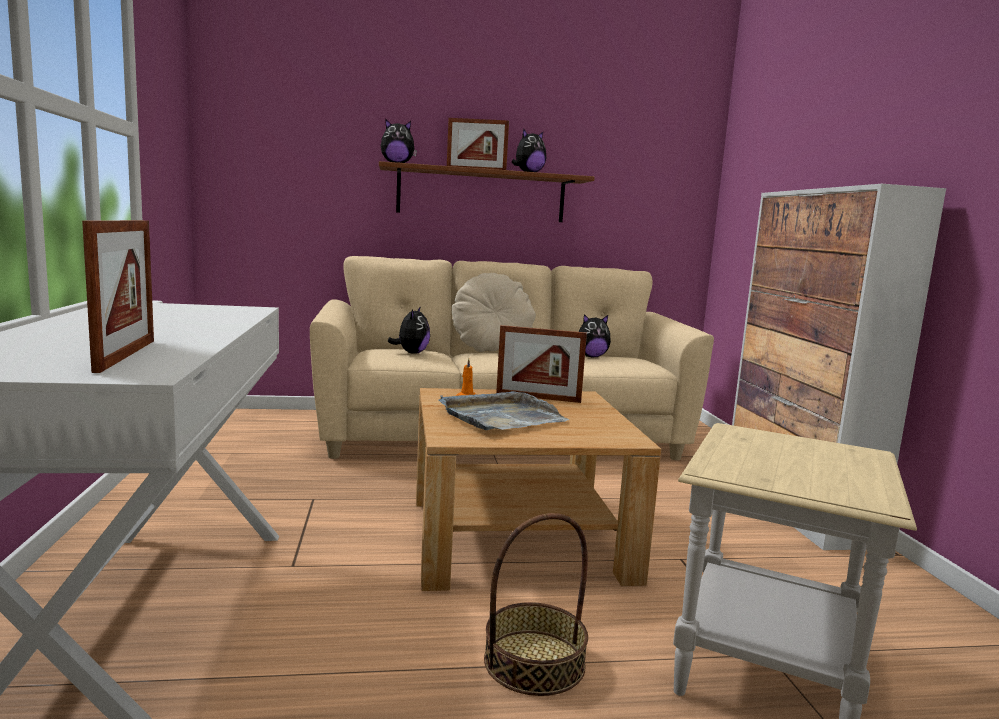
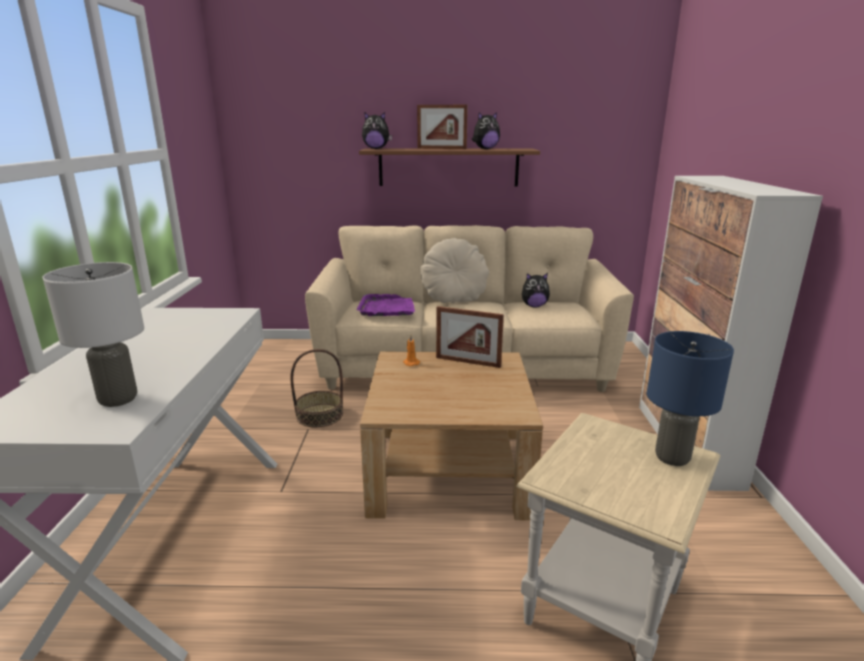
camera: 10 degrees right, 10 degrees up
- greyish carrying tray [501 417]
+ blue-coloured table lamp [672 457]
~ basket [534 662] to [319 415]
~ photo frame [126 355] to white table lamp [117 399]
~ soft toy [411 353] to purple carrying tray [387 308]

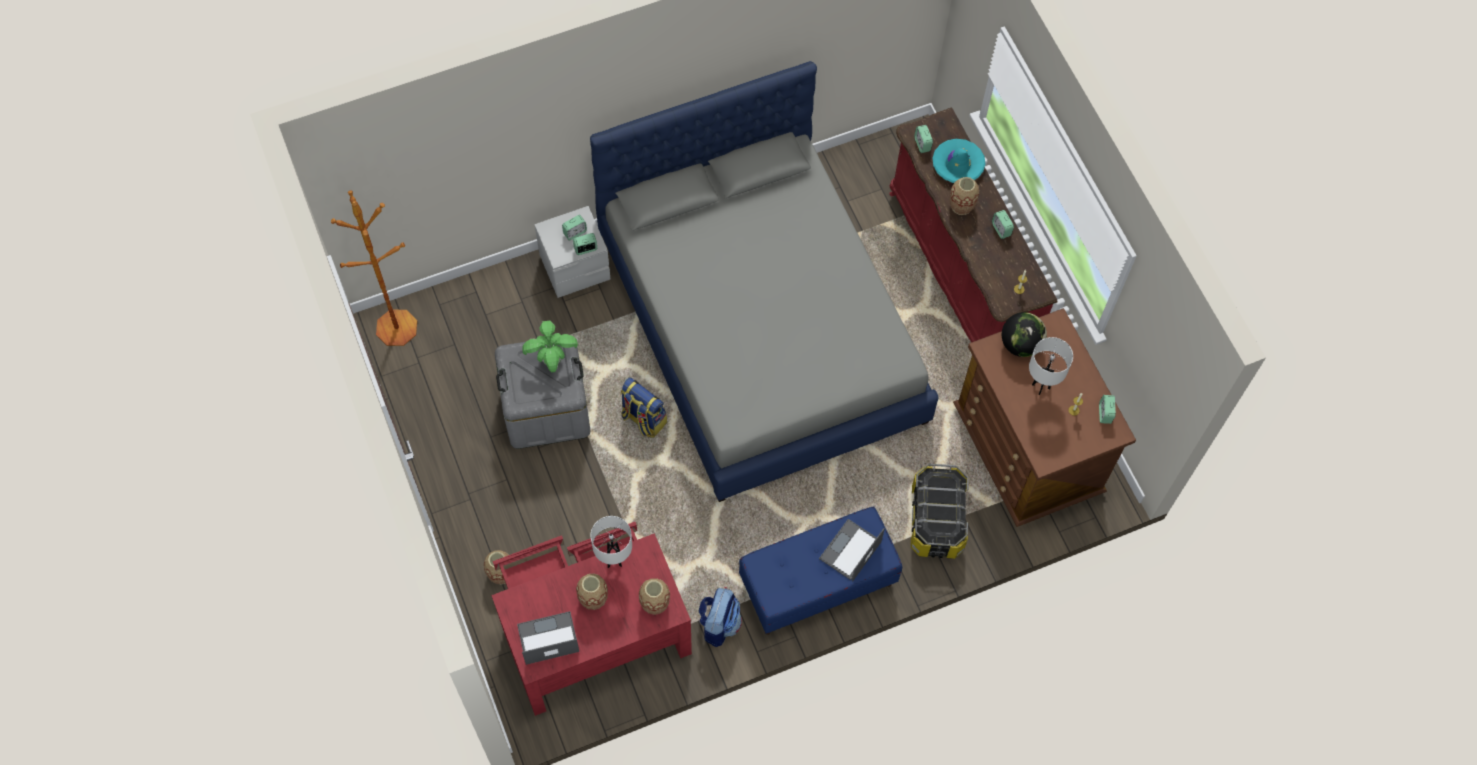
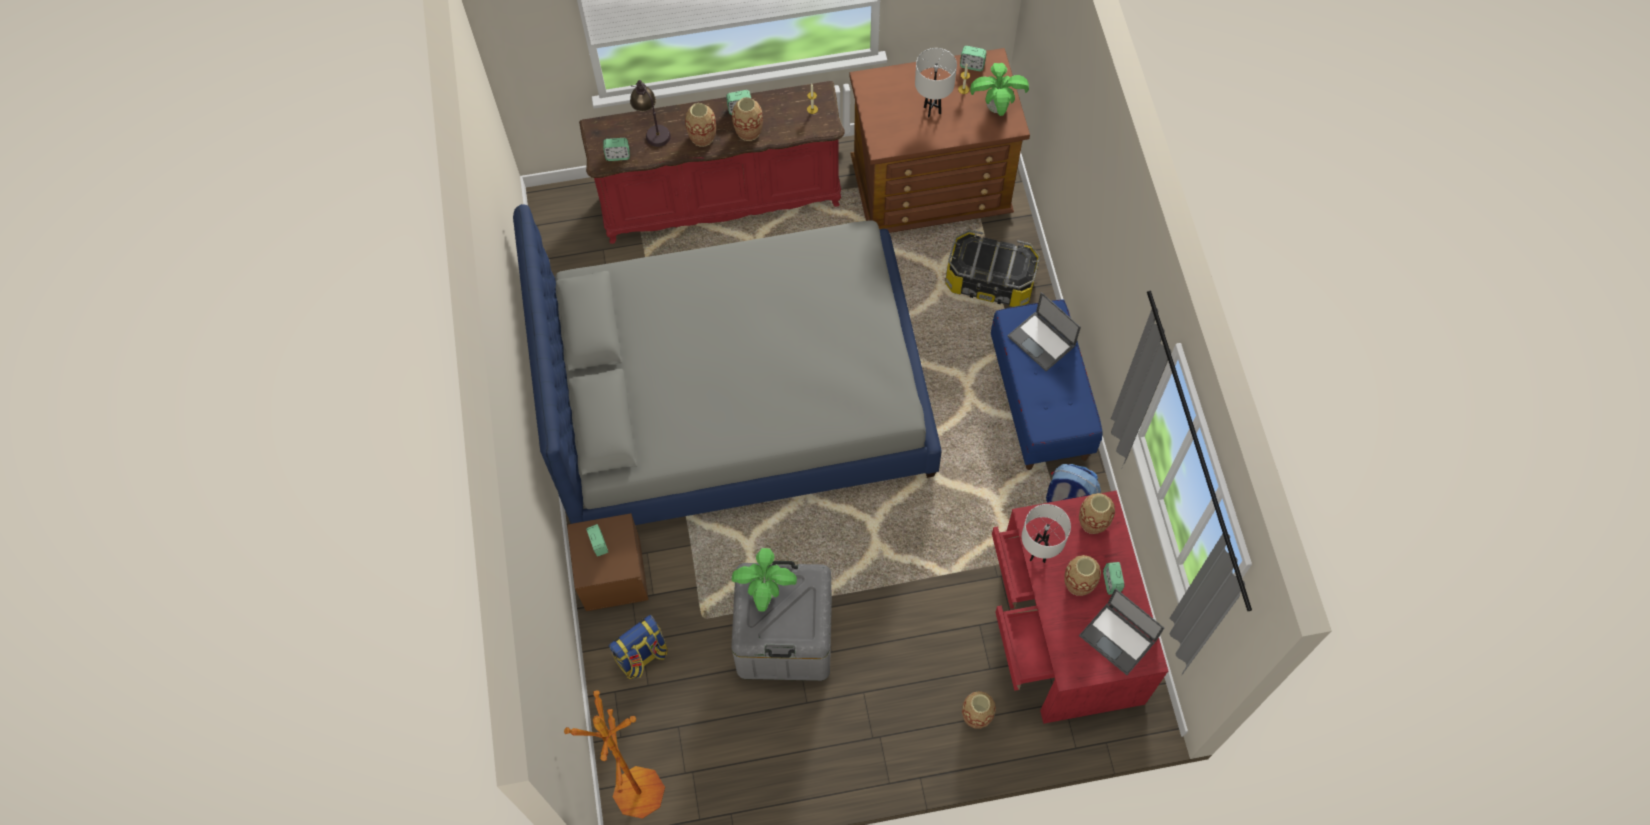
camera: 75 degrees left, 0 degrees up
- desk globe [1020 344]
+ decorative vase [748 131]
+ houseplant [996 107]
~ alarm clock [585 249] to [1111 582]
~ rucksack [643 419] to [642 656]
~ turquoise-coloured hat [957 165] to table lamp [652 129]
~ white night table [574 267] to brownish night table [612 576]
~ notebook computer [547 638] = [1118 638] 45 degrees counterclockwise

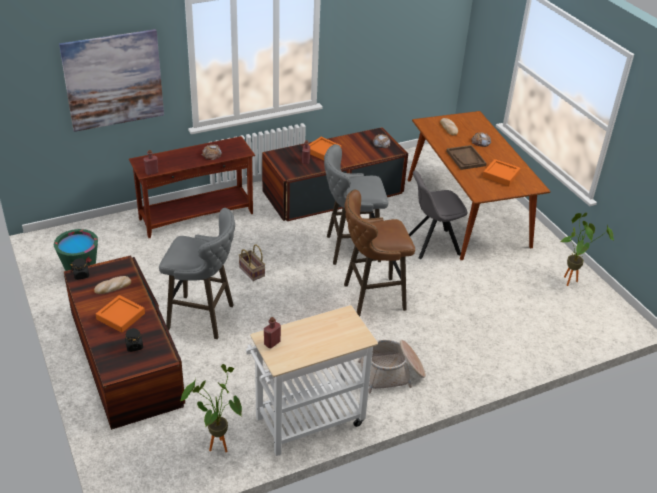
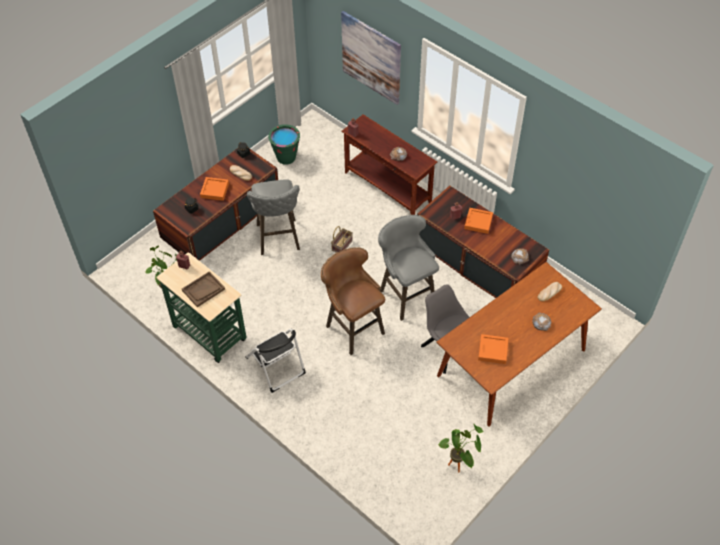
camera: 70 degrees right, 15 degrees up
~ brownish carrying tray [466 158] to [203 290]
~ basket [392 373] to step ladder [276 367]
~ white cart [308 422] to greenish cart [208 333]

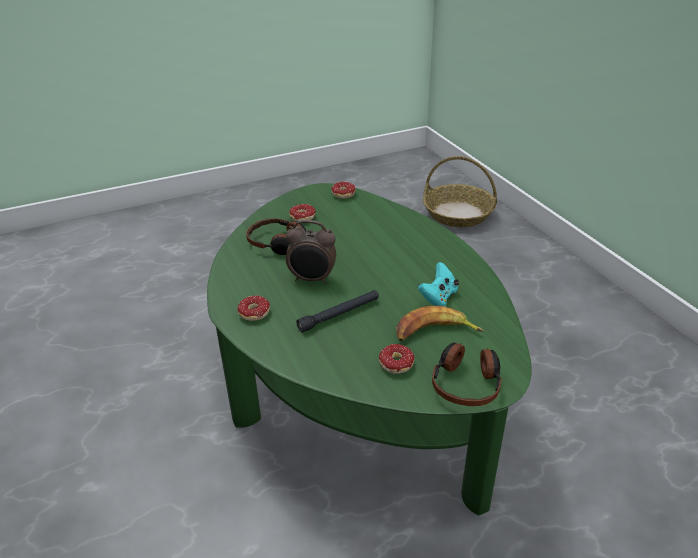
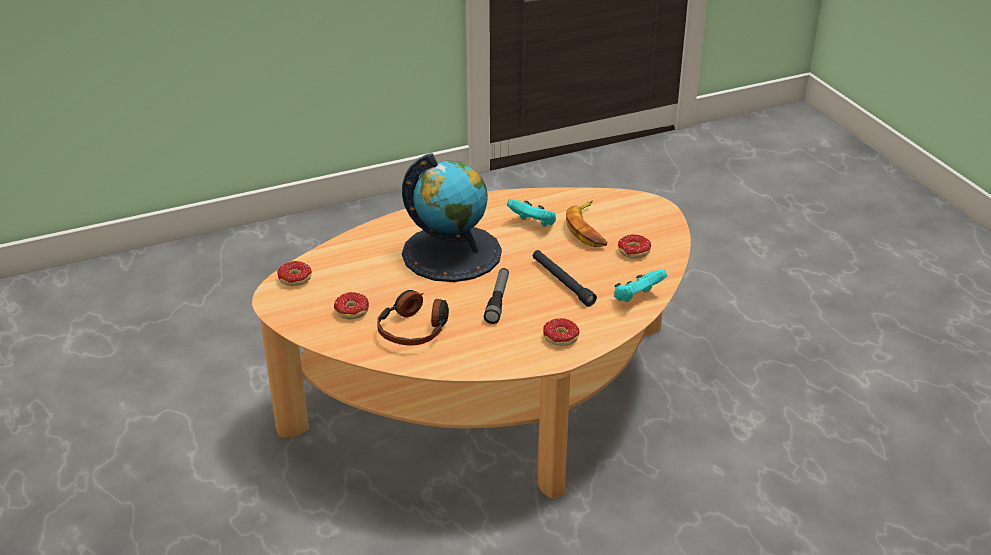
camera: 90 degrees left, 0 degrees up
- basket [458 214]
- headphones [466 382]
+ desk globe [452 252]
+ turquoise-coloured gamepad [637 298]
~ alarm clock [312 279] to torch [498 300]
~ greenish coffee table [357 382] to sand-coloured coffee table [492 397]

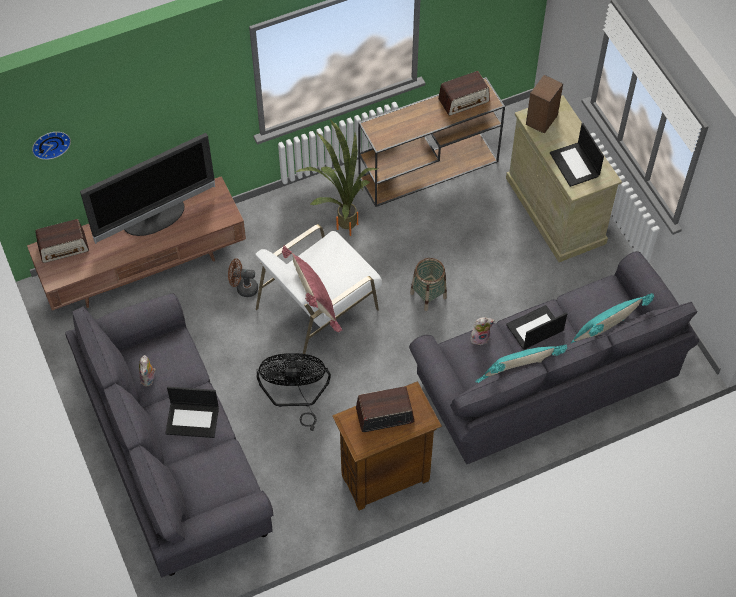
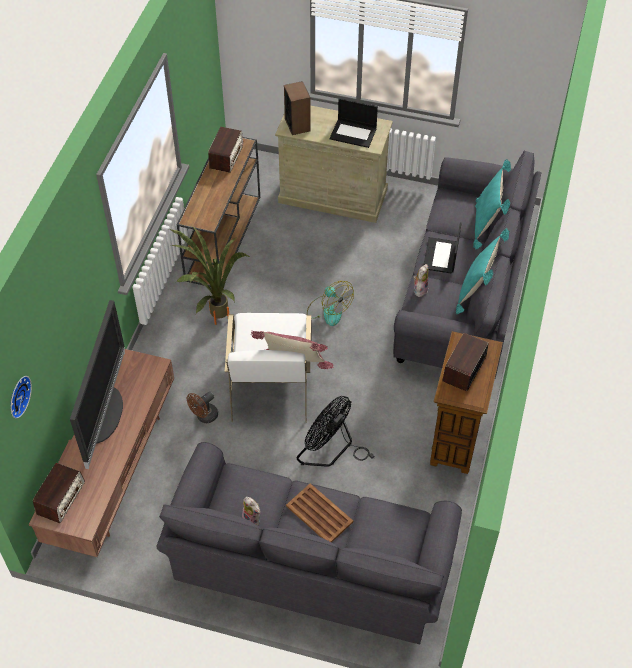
camera: 50 degrees left, 5 degrees down
~ notebook computer [193 419] to brownish carrying tray [319 513]
~ basket [428 295] to electric fan [328 310]

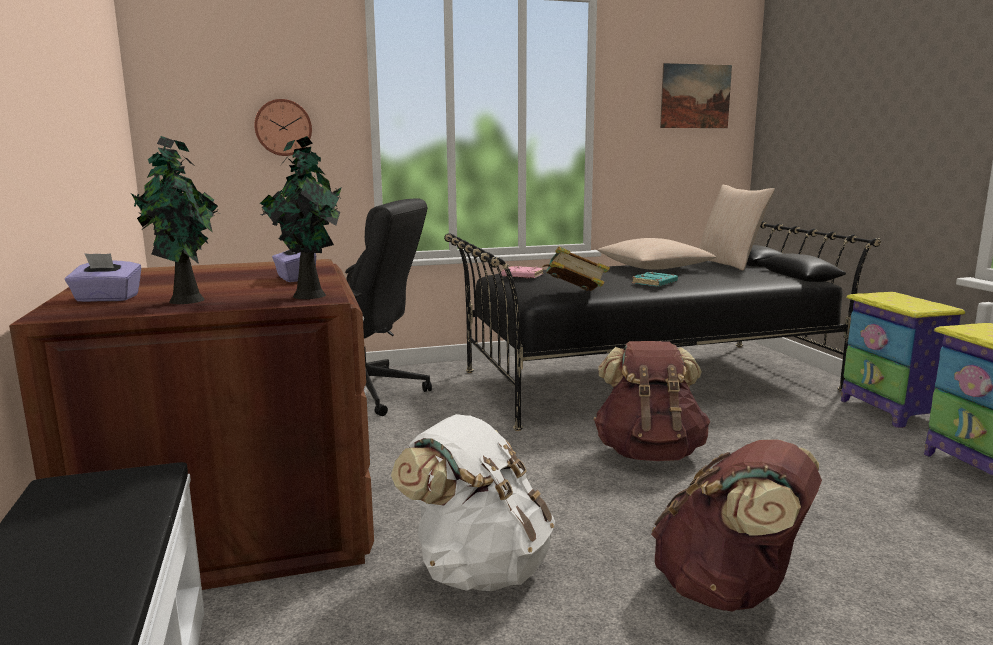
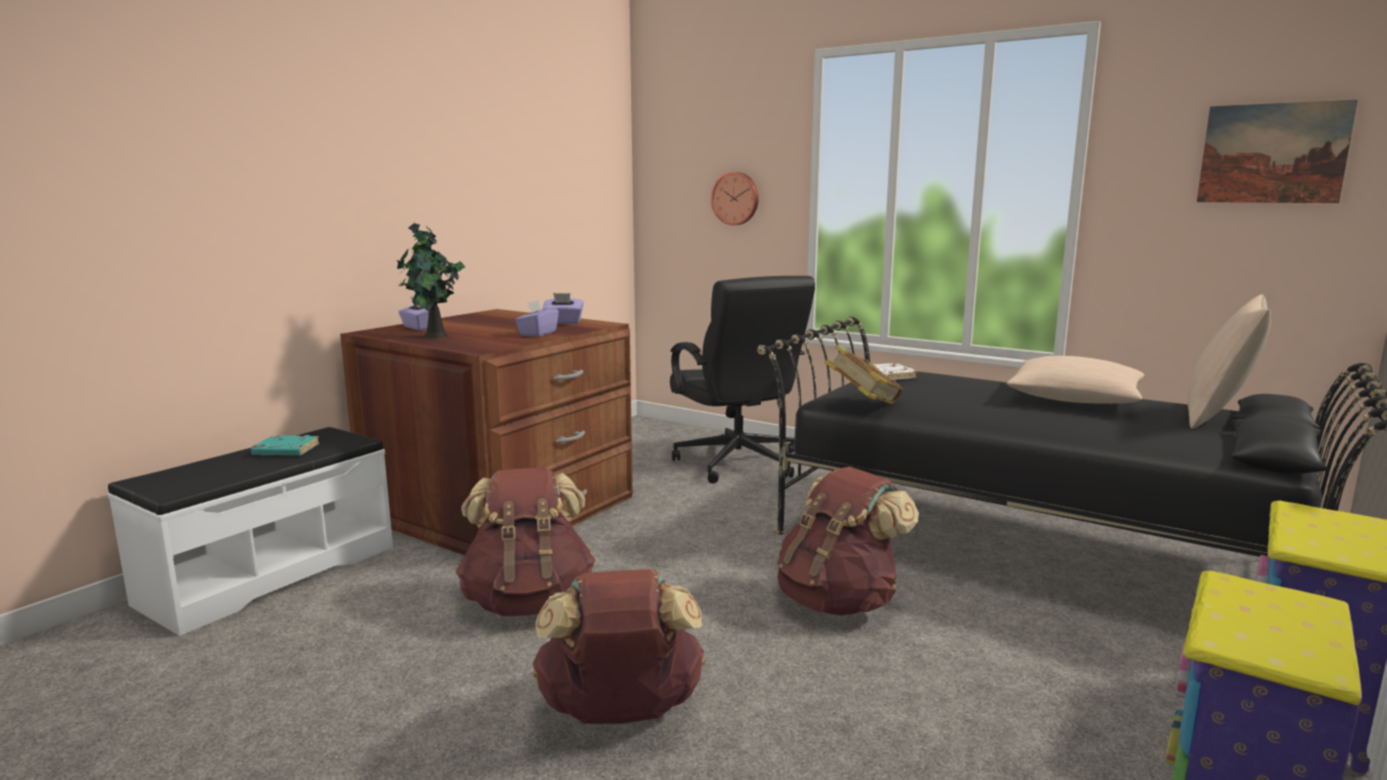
camera: 50 degrees right, 0 degrees up
- houseplant [308 295]
+ purple tissue box [563 322]
~ turquoise-coloured bound book [655 283] to [285 451]
~ white rucksack [478 569] to brownish rucksack [529 602]
~ pinkish bound book [522 276] to white bound book [890 375]

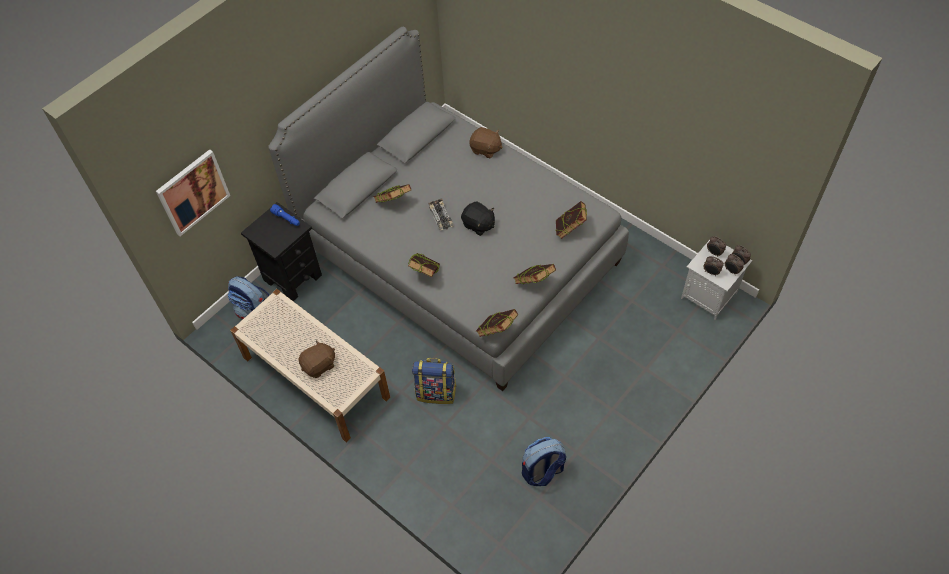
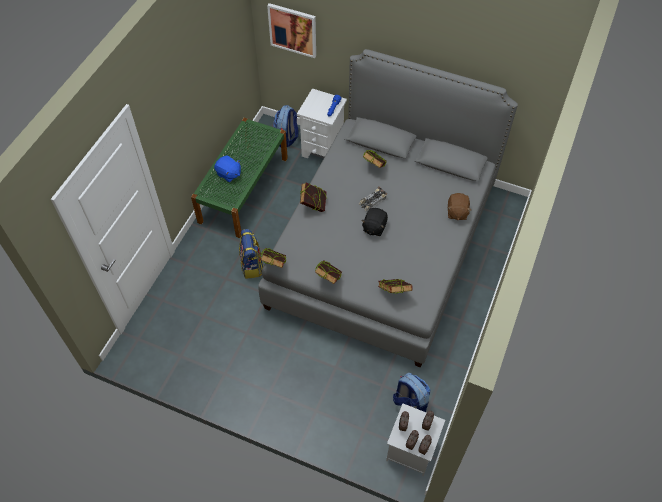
camera: 70 degrees right, 0 degrees up
~ rucksack [542 472] to [410 403]
~ sand-coloured bench [315 378] to greenish bench [243 189]
~ black night table [294 277] to white night table [322 150]
~ brownish soft toy [319 365] to blue-coloured soft toy [228 174]

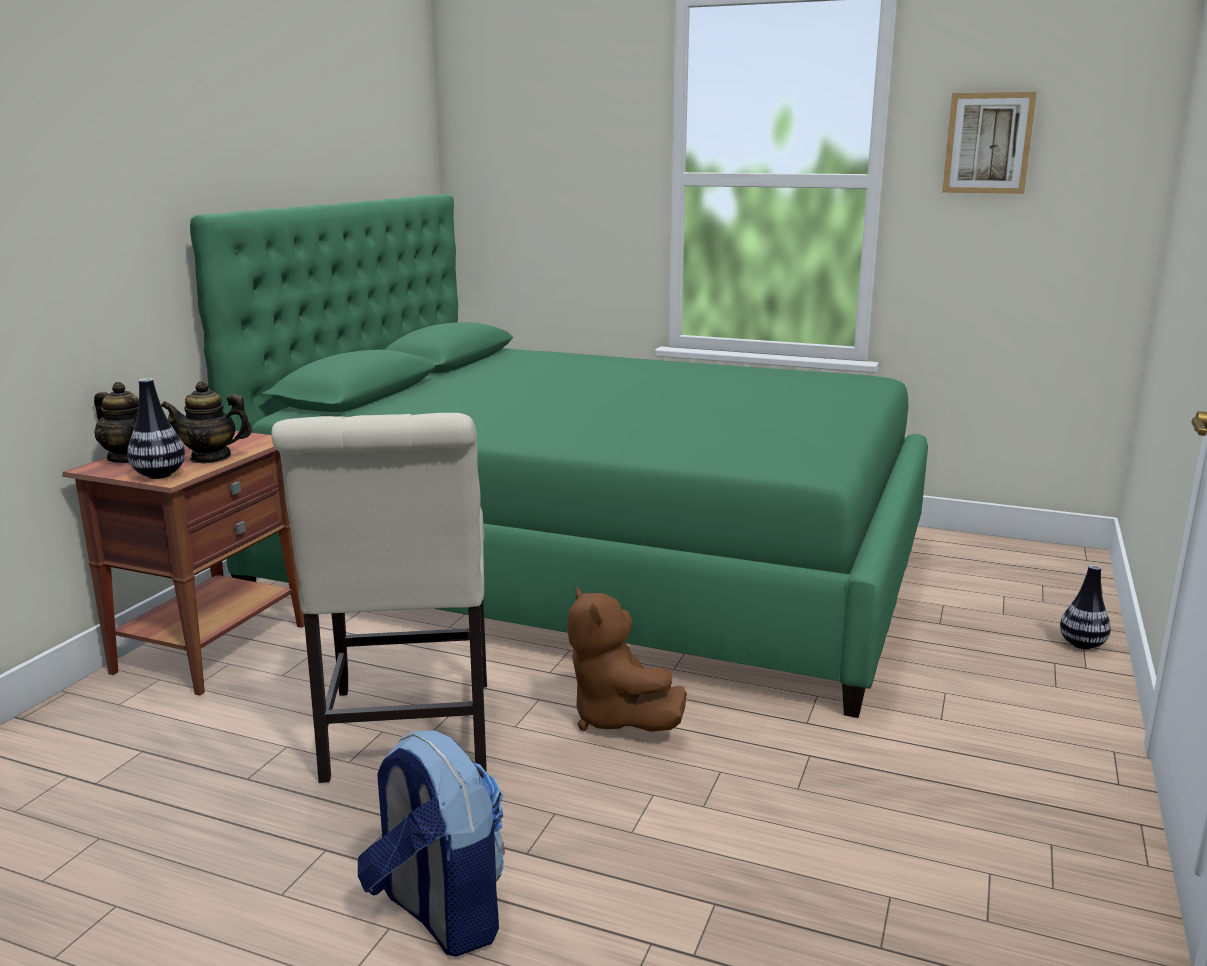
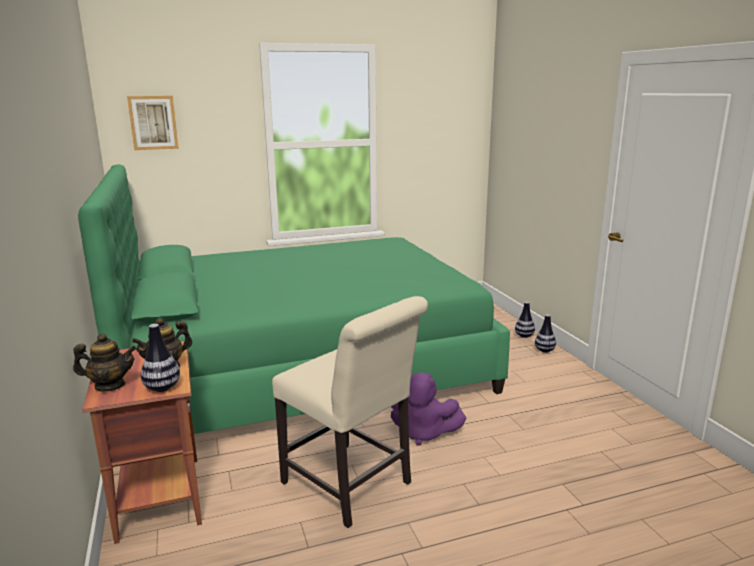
camera: 40 degrees left, 0 degrees up
- rucksack [438 913]
+ decorative vase [544 350]
~ wall art [988 143] to [153 122]
~ brownish soft toy [617 718] to purple soft toy [423 433]

